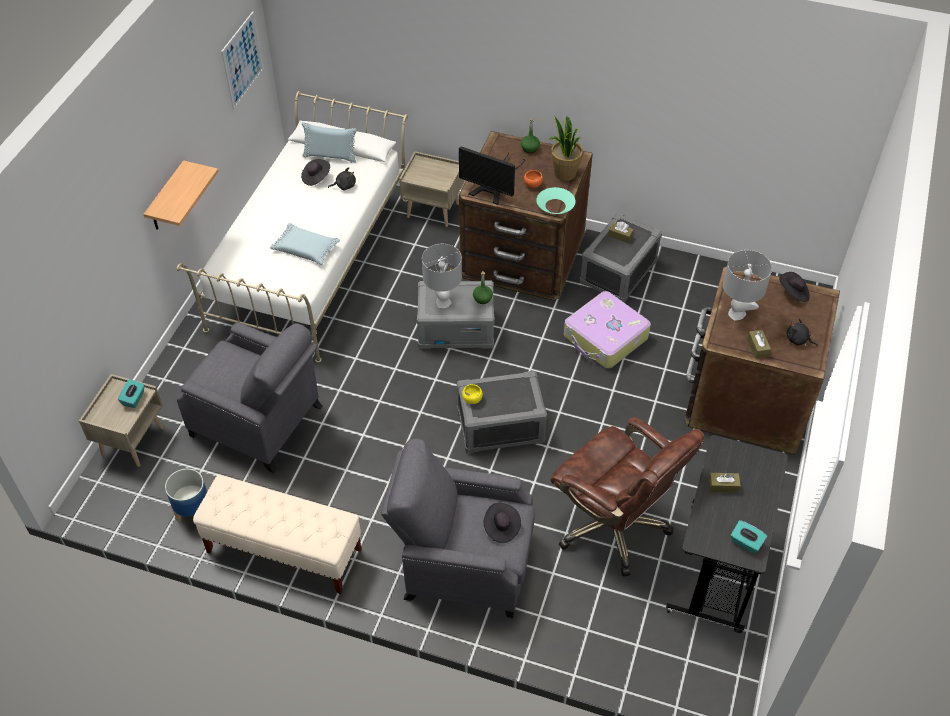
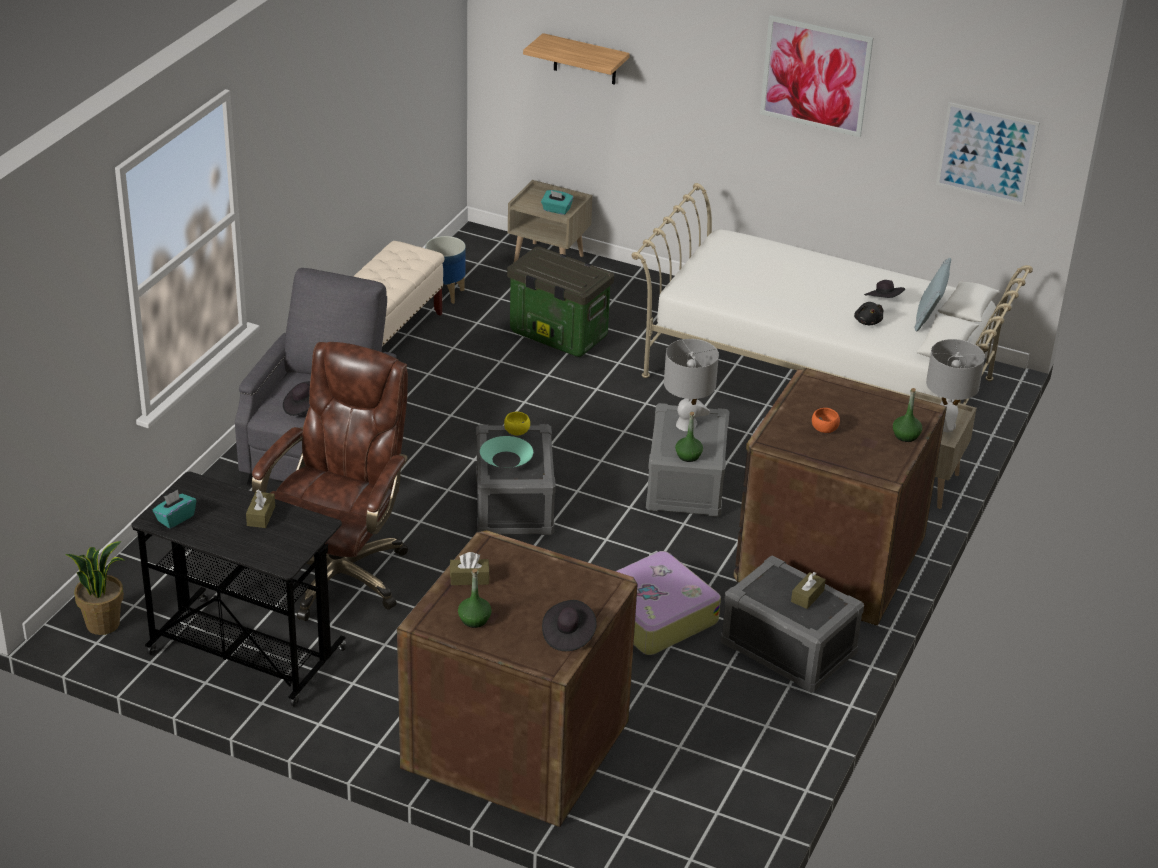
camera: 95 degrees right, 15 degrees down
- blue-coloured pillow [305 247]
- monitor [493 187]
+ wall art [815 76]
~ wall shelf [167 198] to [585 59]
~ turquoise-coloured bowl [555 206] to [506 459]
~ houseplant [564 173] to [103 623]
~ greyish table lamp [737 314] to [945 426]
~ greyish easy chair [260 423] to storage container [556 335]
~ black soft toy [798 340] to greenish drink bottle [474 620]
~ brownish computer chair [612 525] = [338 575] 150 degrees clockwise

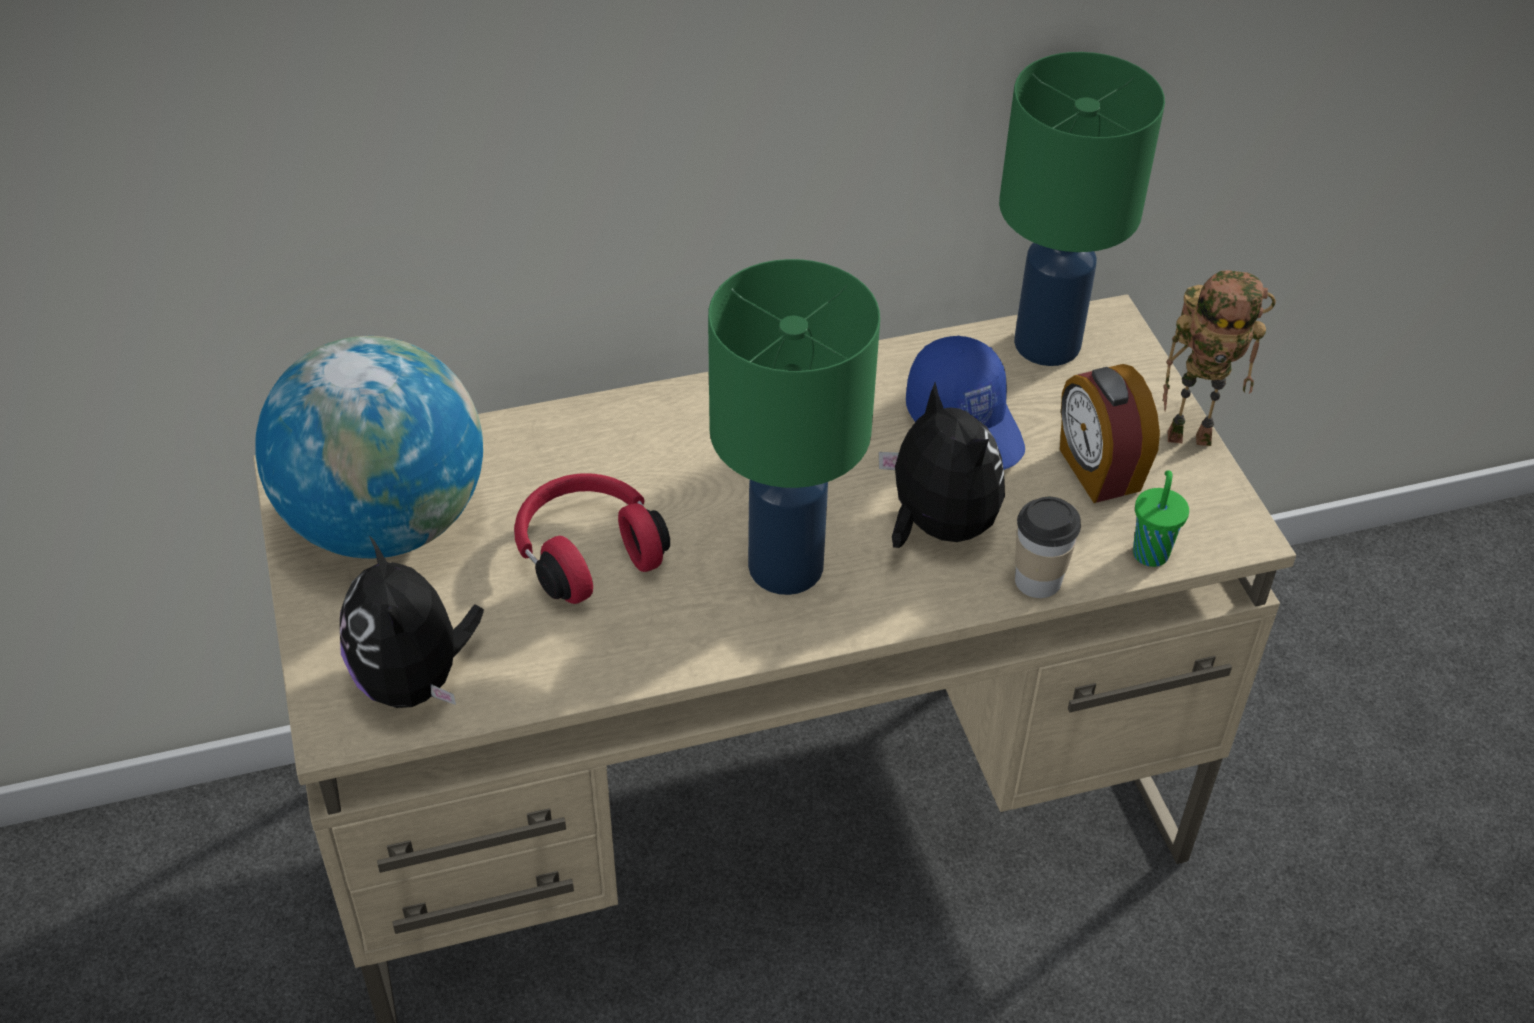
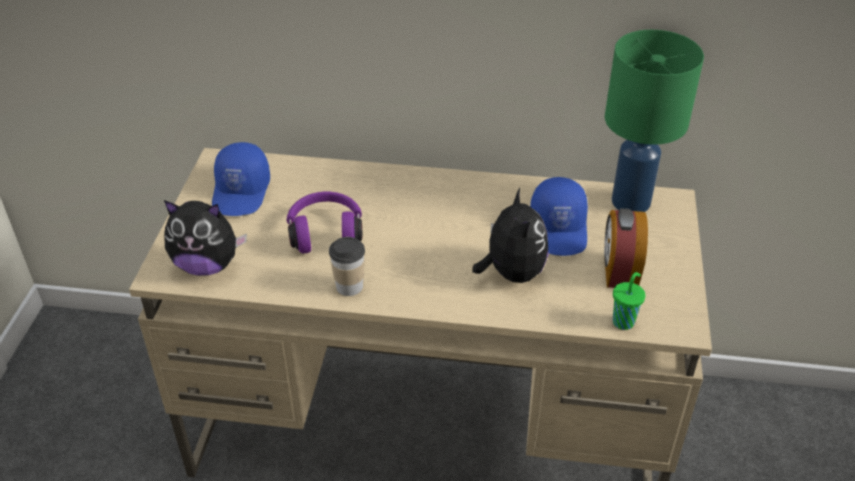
camera: 25 degrees right, 5 degrees down
- greenish table lamp [786 569]
- model robot [1192 435]
~ drinking cup [1038 580] to [349 286]
~ desk globe [386 522] to blue-coloured peaked cap [242 192]
~ reddish headphones [587 552] to purple headphones [325 232]
~ soft toy [415 680] = [207 265] 90 degrees counterclockwise

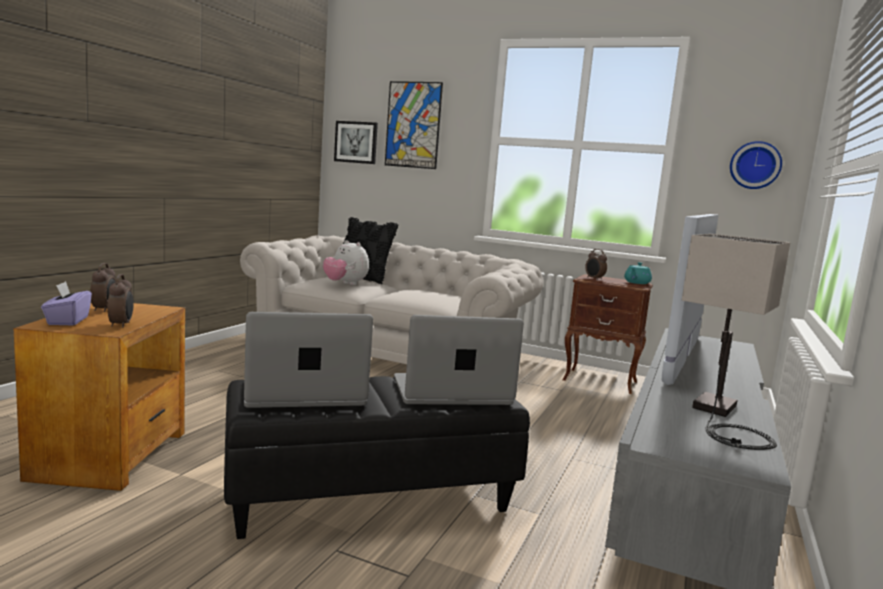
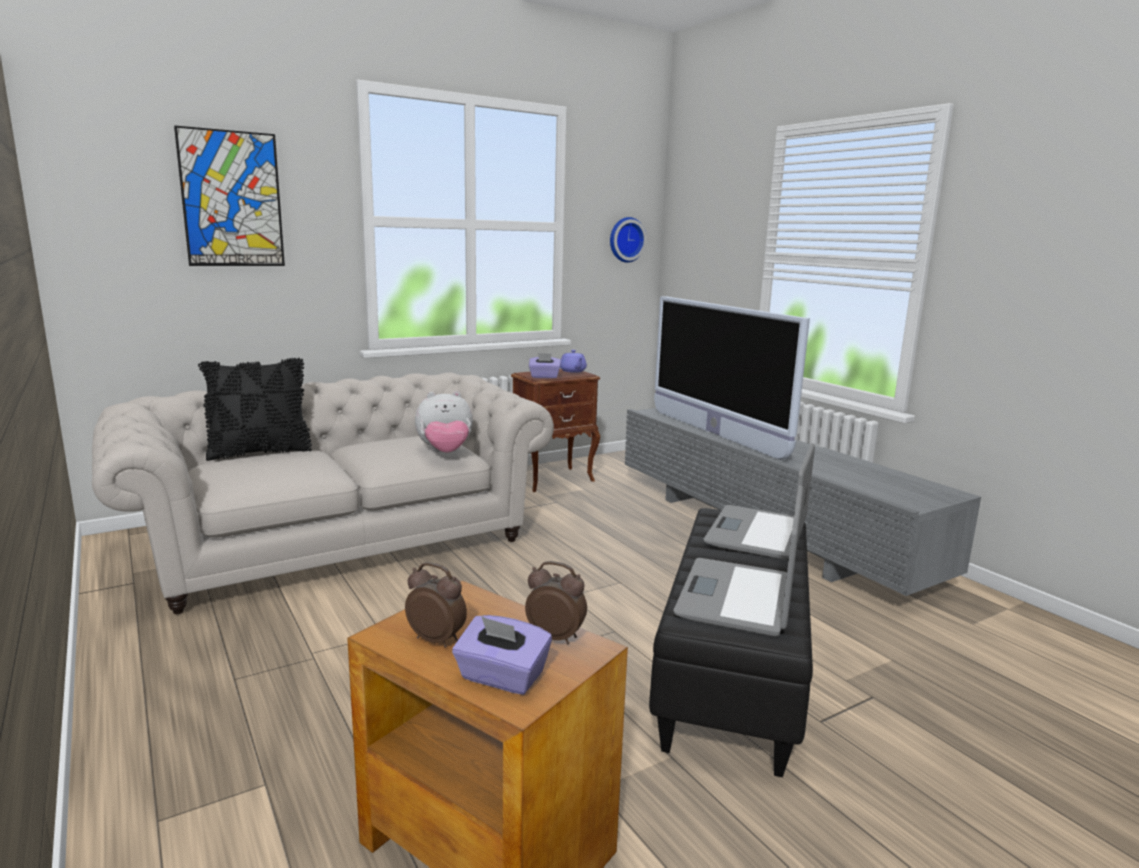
camera: 55 degrees left, 5 degrees up
- wall art [356 142]
- table lamp [721 419]
~ soft toy [345 284] to [445 453]
~ alarm clock [594 279] to purple tissue box [544 377]
~ turquoise-coloured tea pot [636 283] to purple tea pot [573 371]

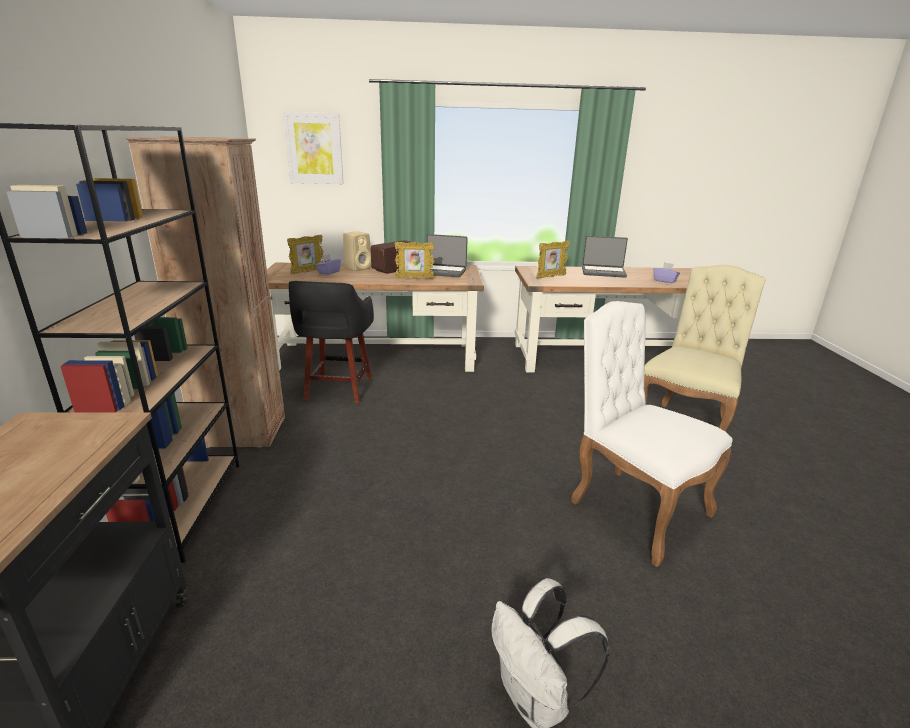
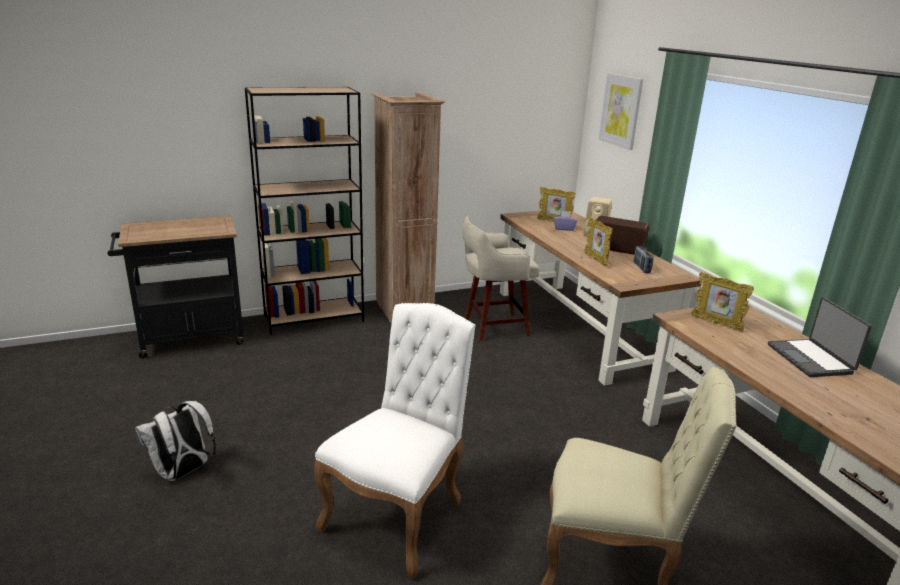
camera: 70 degrees right, 0 degrees up
- purple tissue box [665 281]
~ notebook computer [443 272] to radio [641 268]
~ black stool [337 390] to sand-coloured stool [493 326]

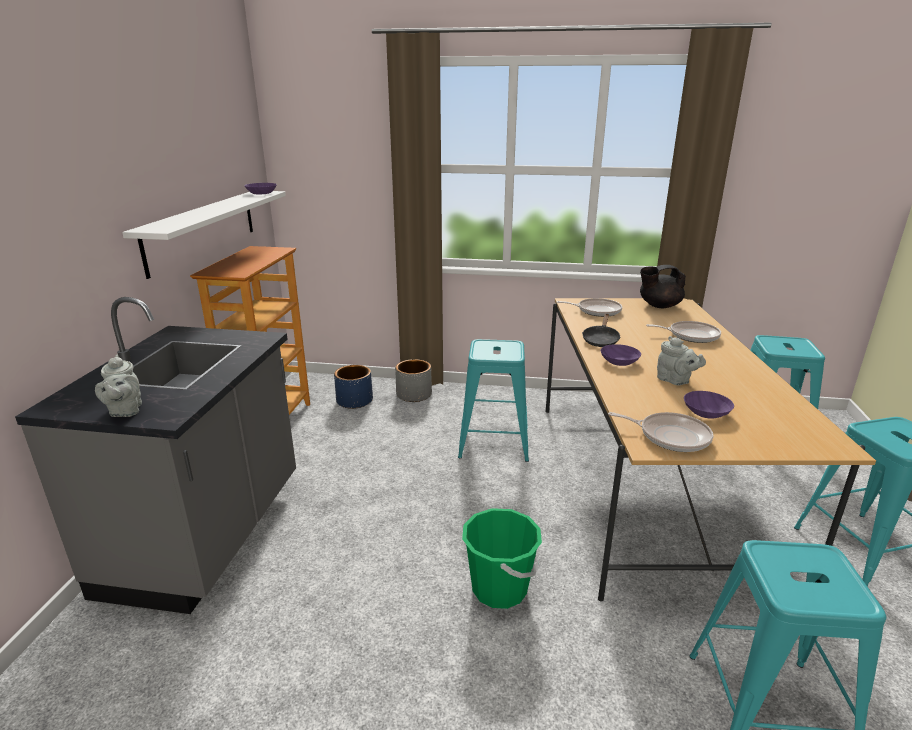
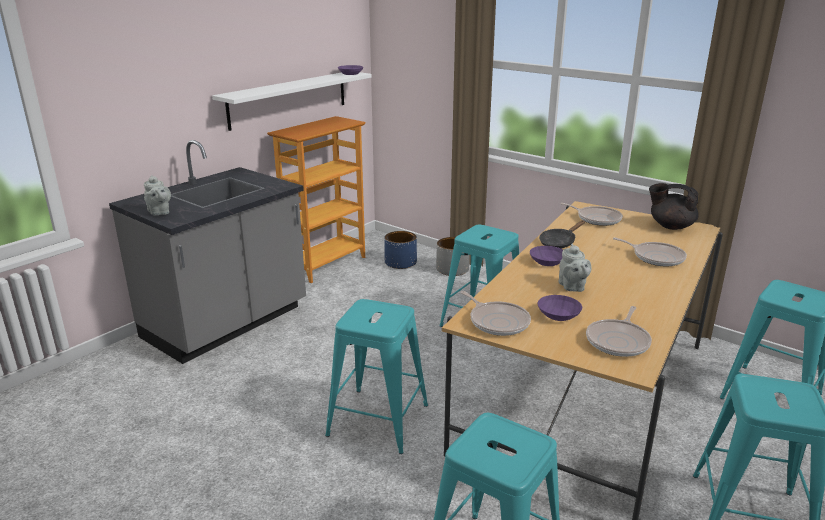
camera: 30 degrees right, 0 degrees up
+ frying pan [618 341]
~ greenish water bucket [499 588] to turquoise-coloured stool [378 420]
~ greyish tea pot [125 411] = [159 212] 45 degrees counterclockwise

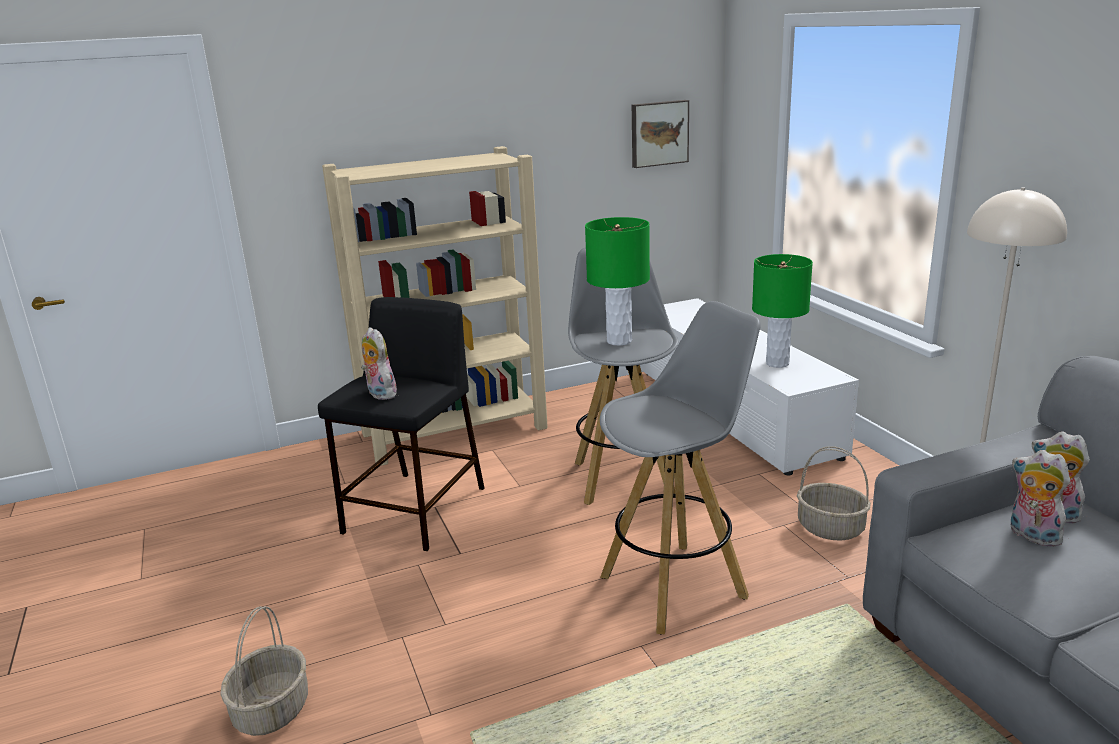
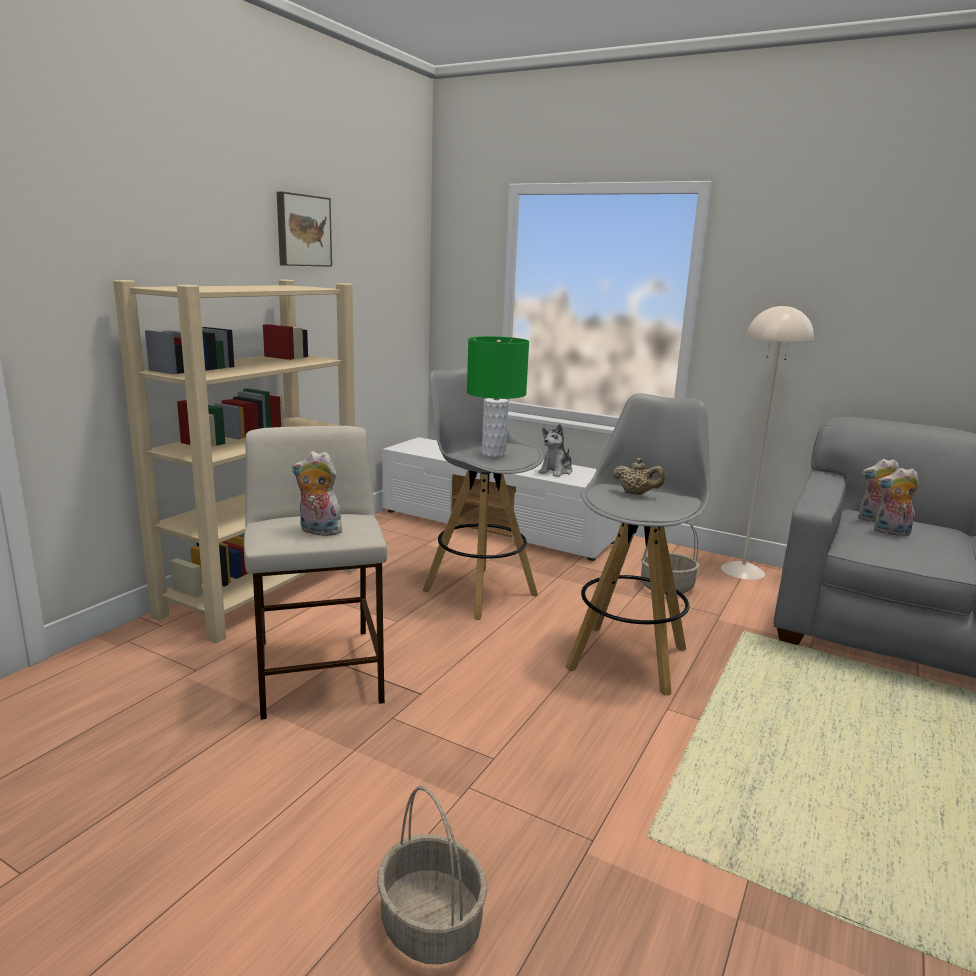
camera: 40 degrees left, 5 degrees down
+ sand-coloured tea pot [636 494]
~ wall art [658 133] to [302 230]
~ greenish table lamp [777 363] to soft toy [556 471]
~ black stool [414 511] to sand-coloured stool [319 672]

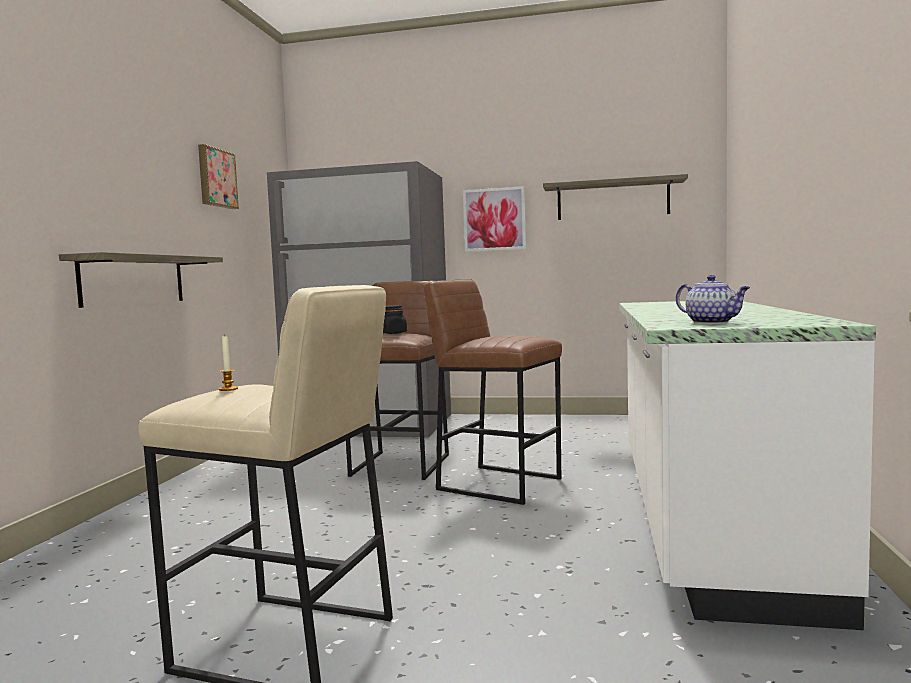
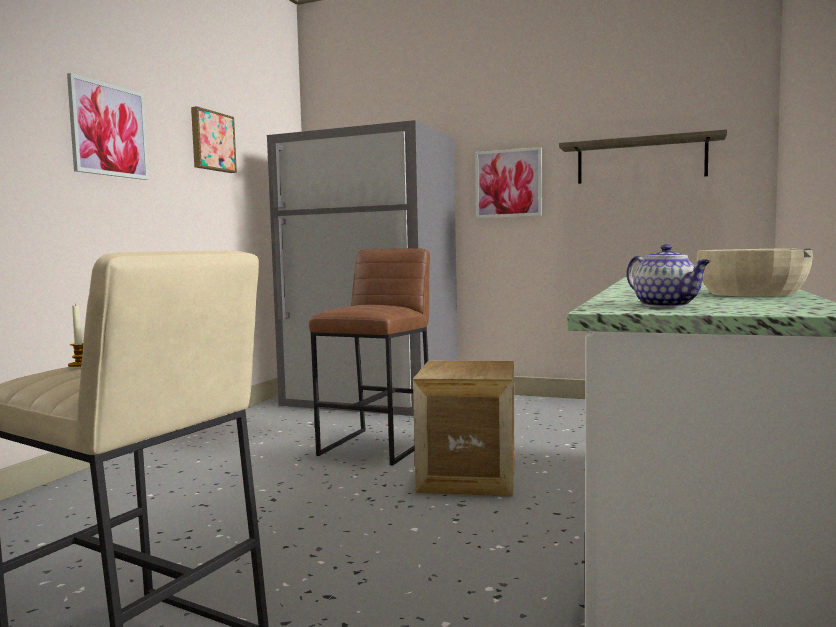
camera: 10 degrees right, 0 degrees up
- wall shelf [133 280]
- black preserve jar [393 333]
+ wall art [108 130]
+ sand-coloured bowl [752 293]
~ brownish stool [497 484] to packing crate [468 476]

